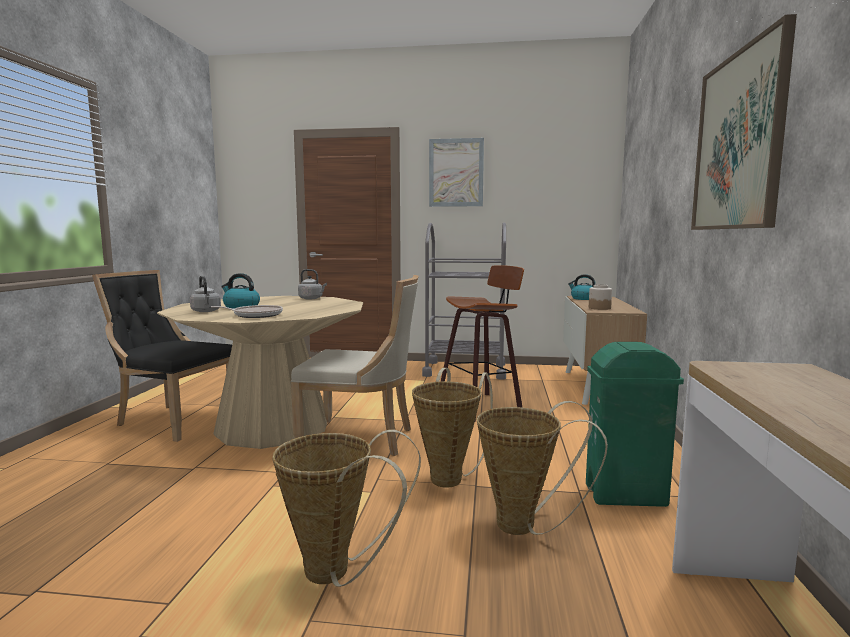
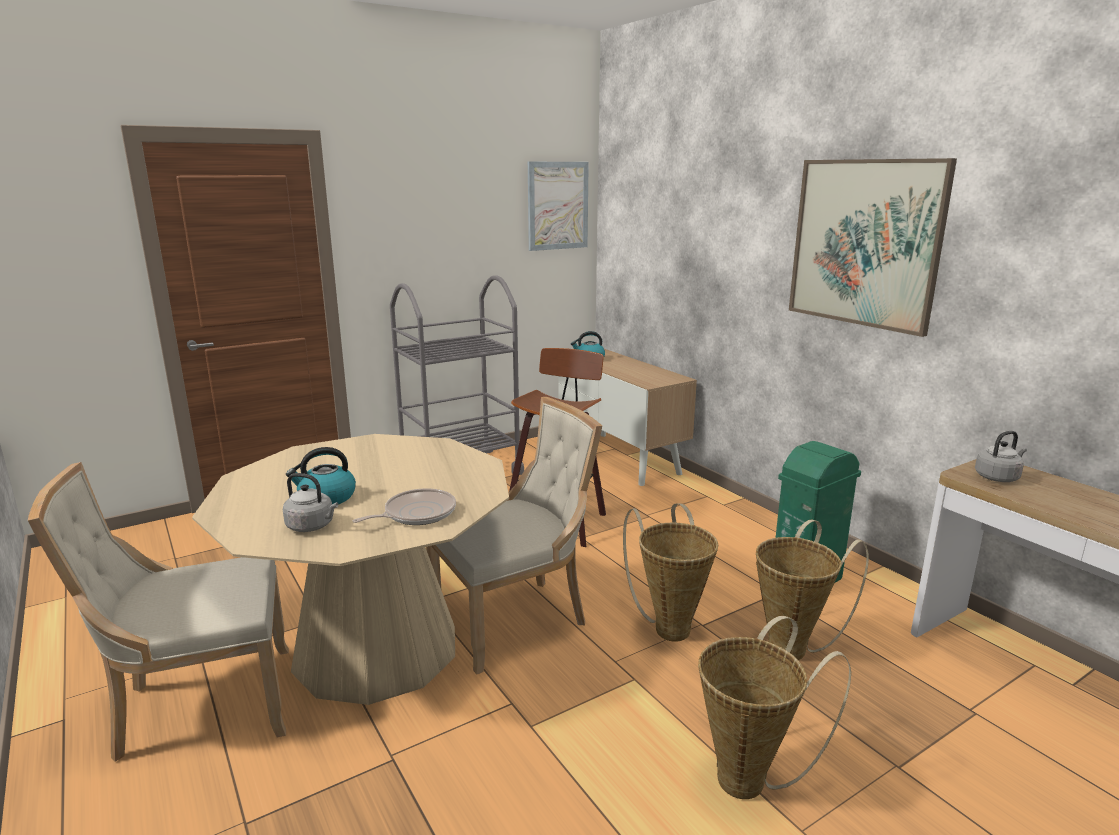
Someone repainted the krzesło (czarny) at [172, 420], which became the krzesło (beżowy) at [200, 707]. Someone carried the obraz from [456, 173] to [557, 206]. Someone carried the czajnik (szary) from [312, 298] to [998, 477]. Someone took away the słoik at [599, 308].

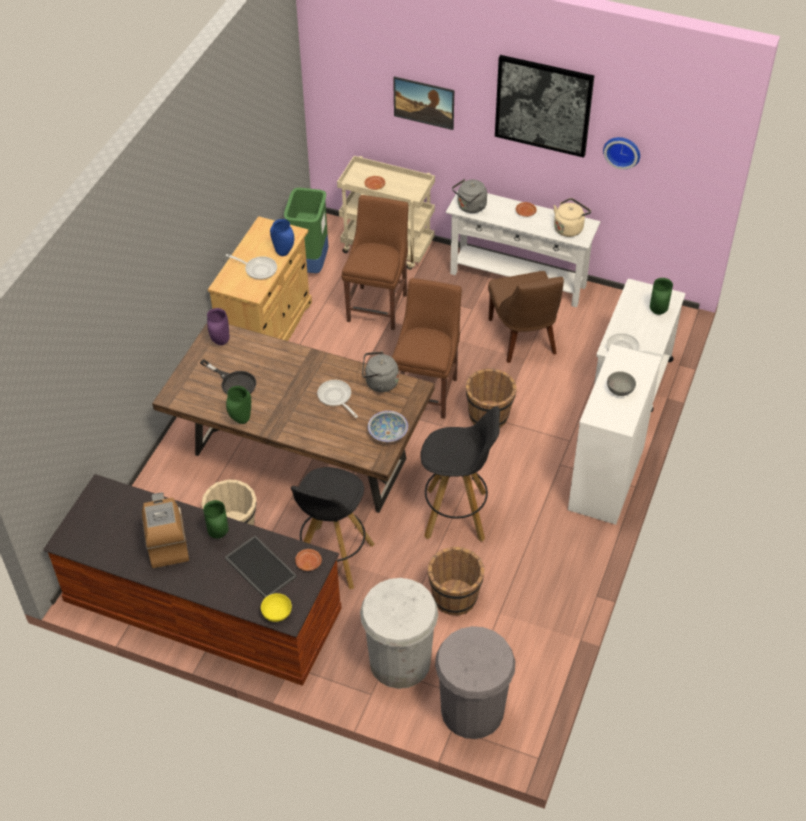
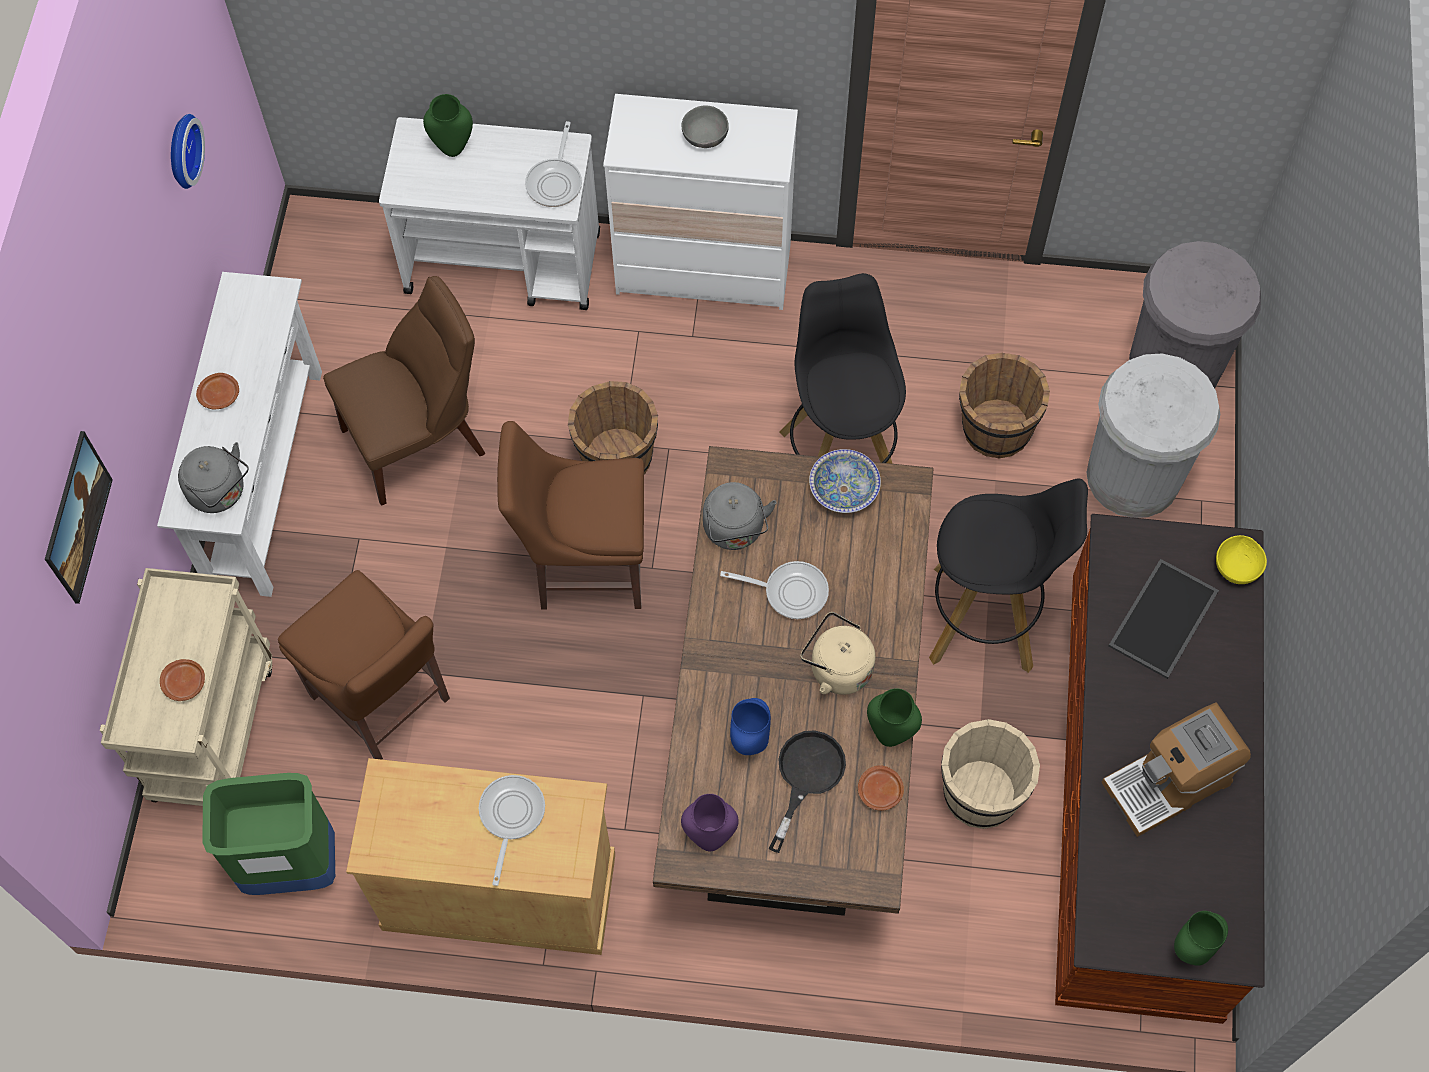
Someone rotated the krzesło (brązowy) at [378, 305] by 135 degrees counterclockwise. Someone rotated the patelnia at [336, 398] by 120 degrees counterclockwise. Someone carried the wazon (niebieski) from [283, 253] to [750, 743]. Someone carried the czajnik (beżowy) from [569, 228] to [837, 668]. Someone carried the talerz (brązowy) from [308, 562] to [880, 791]. Someone carried the wazon (zielony) from [219, 534] to [1189, 949]. Someone took away the obraz at [543, 105].

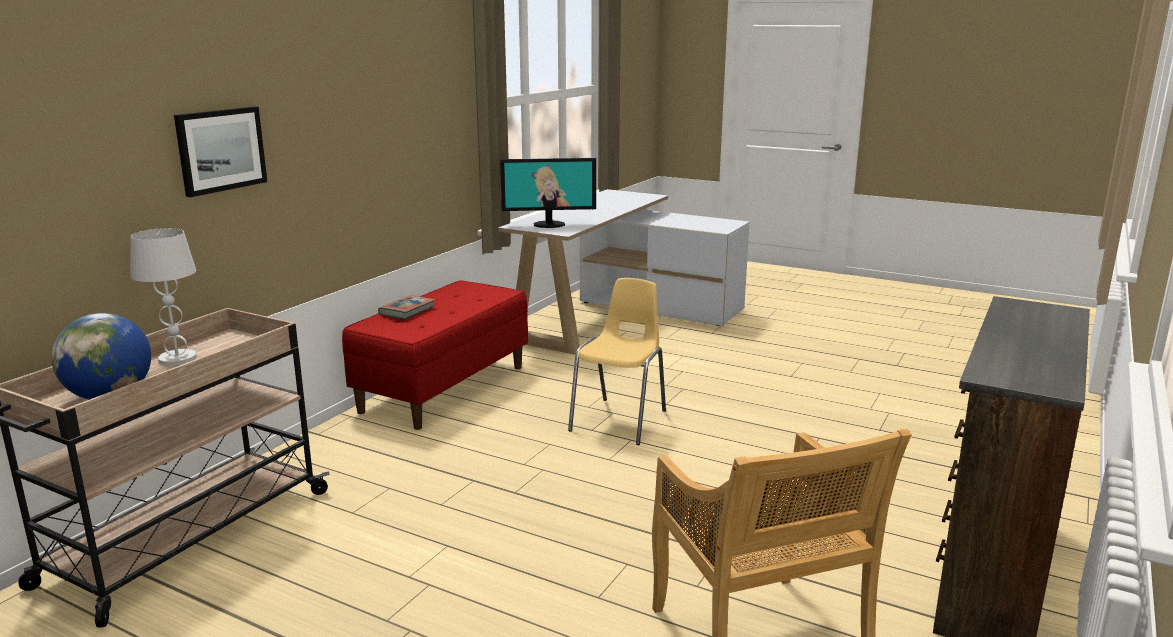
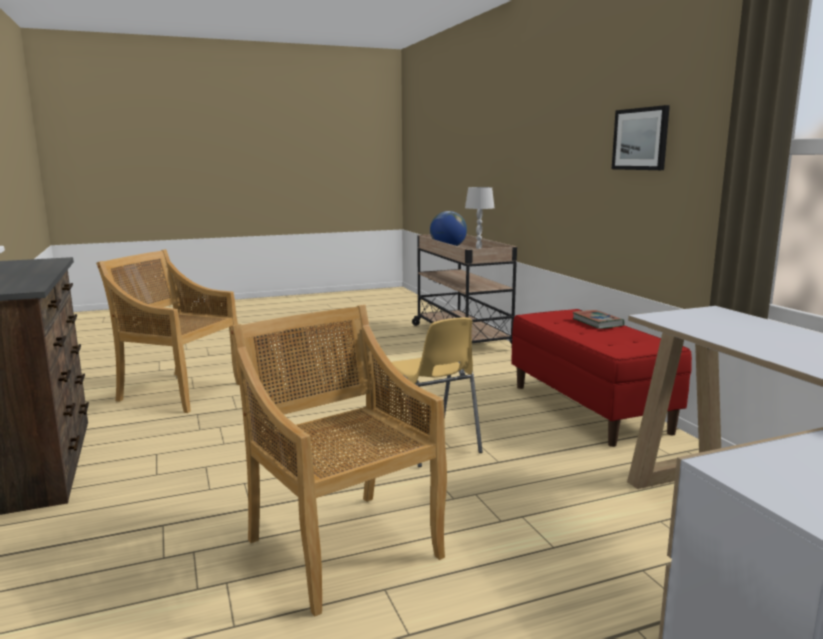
Someone put down the krzesło (beżowy) at [343, 546]. Someone carried the obraz from [221, 150] to [640, 139]. Someone took away the monitor at [549, 224].

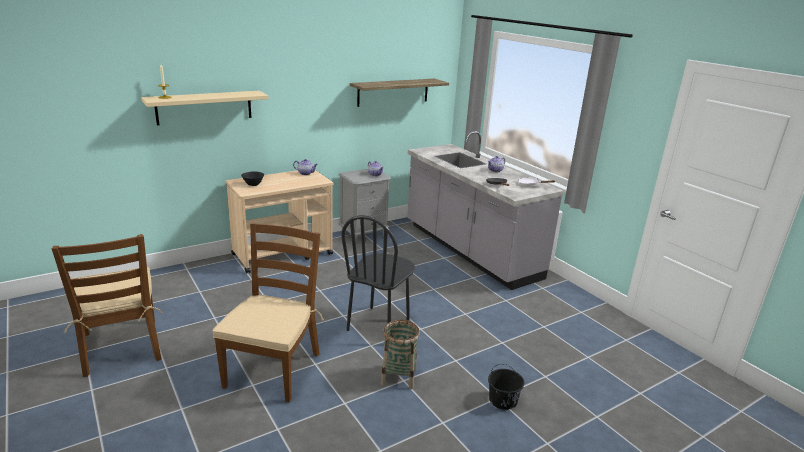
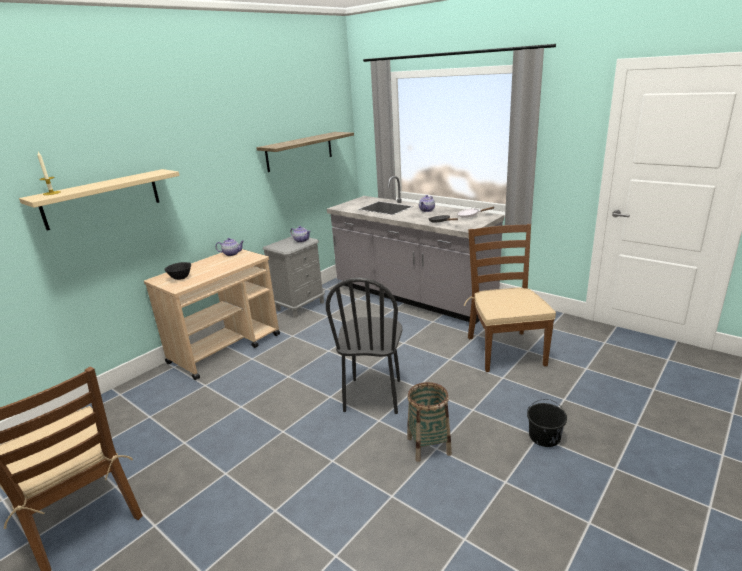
Someone carried the krzesło (brązowy) from [273, 369] to [505, 350].

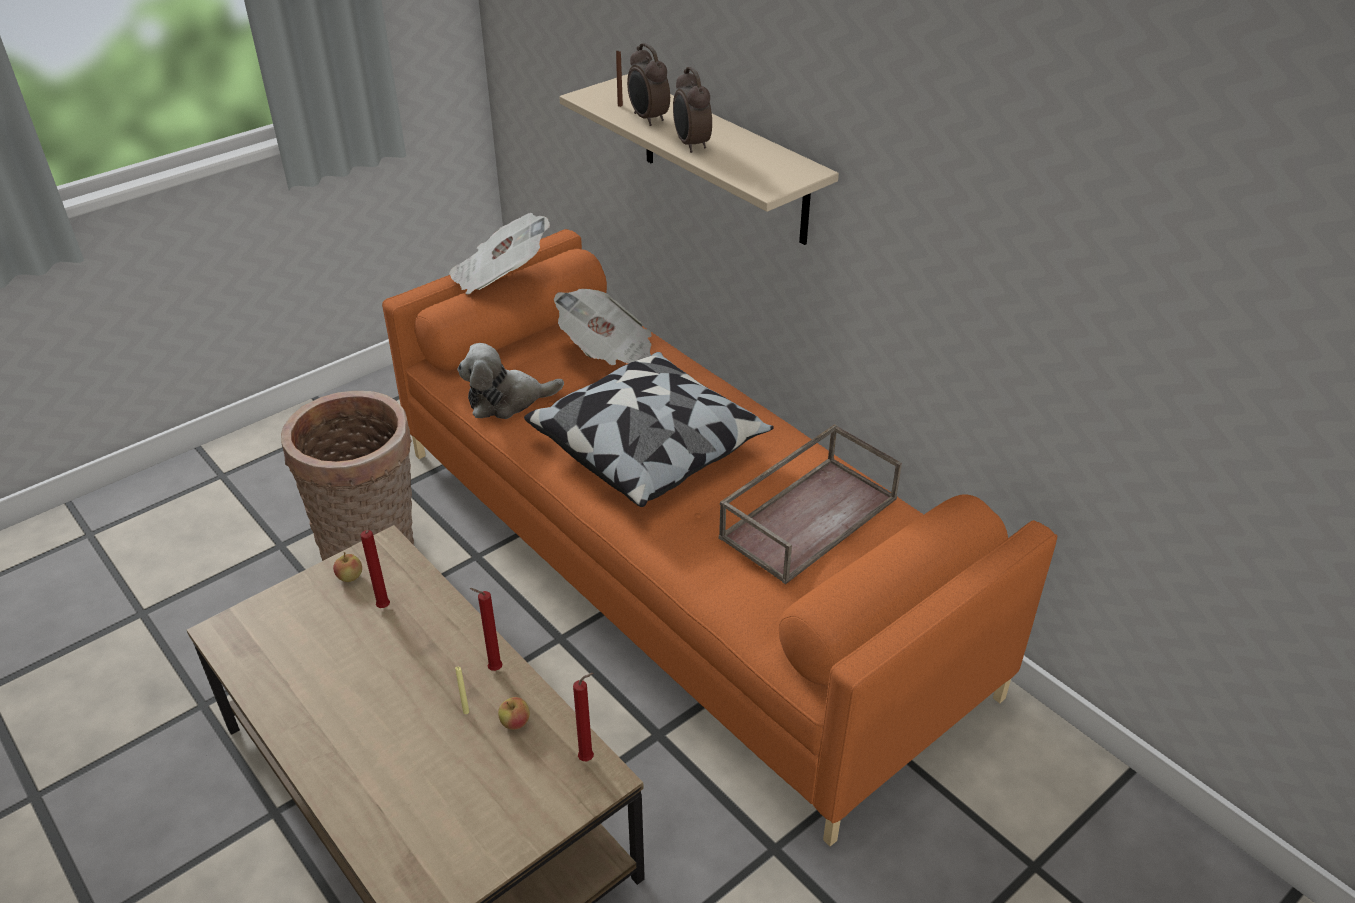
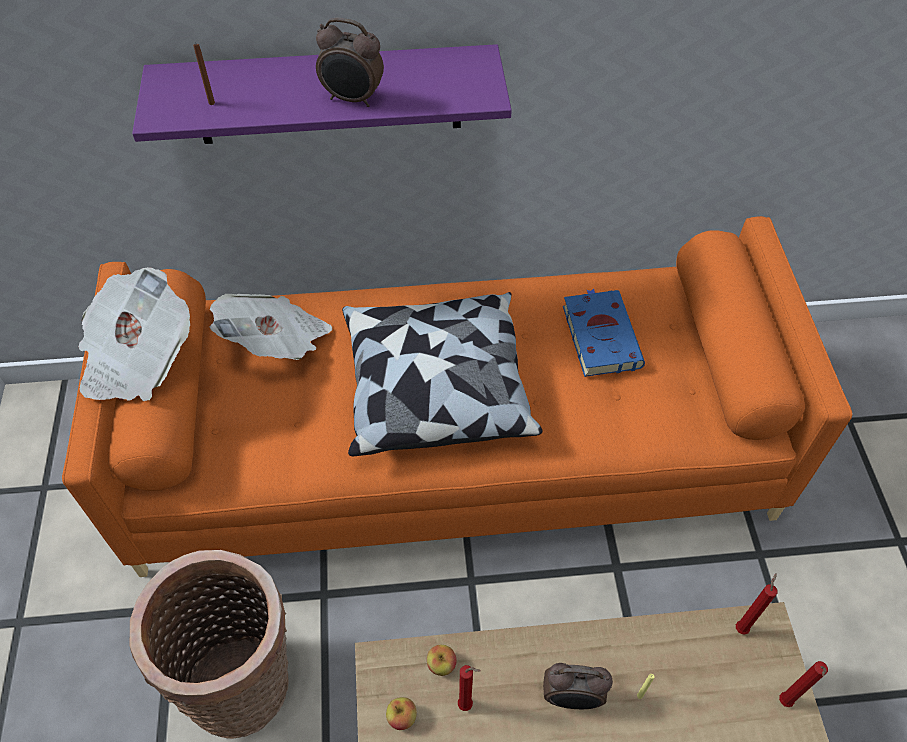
Someone repainted the półka (beżowy) at [724, 160], which became the półka (fioletowy) at [328, 95]. Someone carried the jabłko from [515, 723] to [441, 664]. Someone carried the budzik from [648, 119] to [571, 698]. Someone swapped the taca (brązowy) at [809, 516] for the książka (niebieski) at [600, 334]. Someone carried the świeca (czerwony) from [493, 669] to [784, 703]. Someone took away the pluszak at [507, 401].

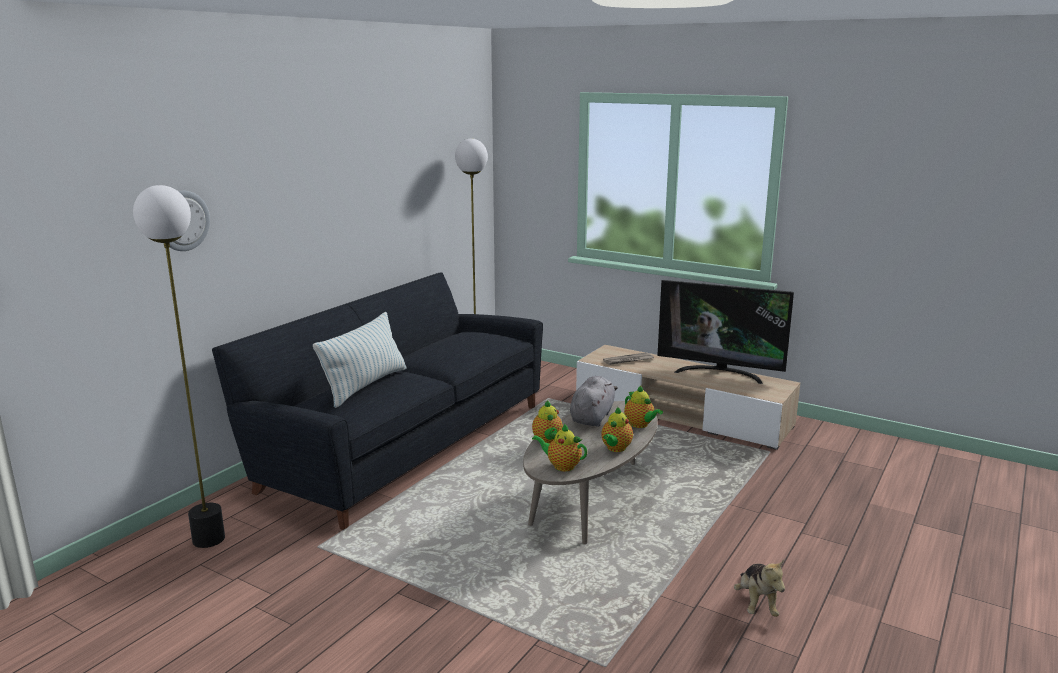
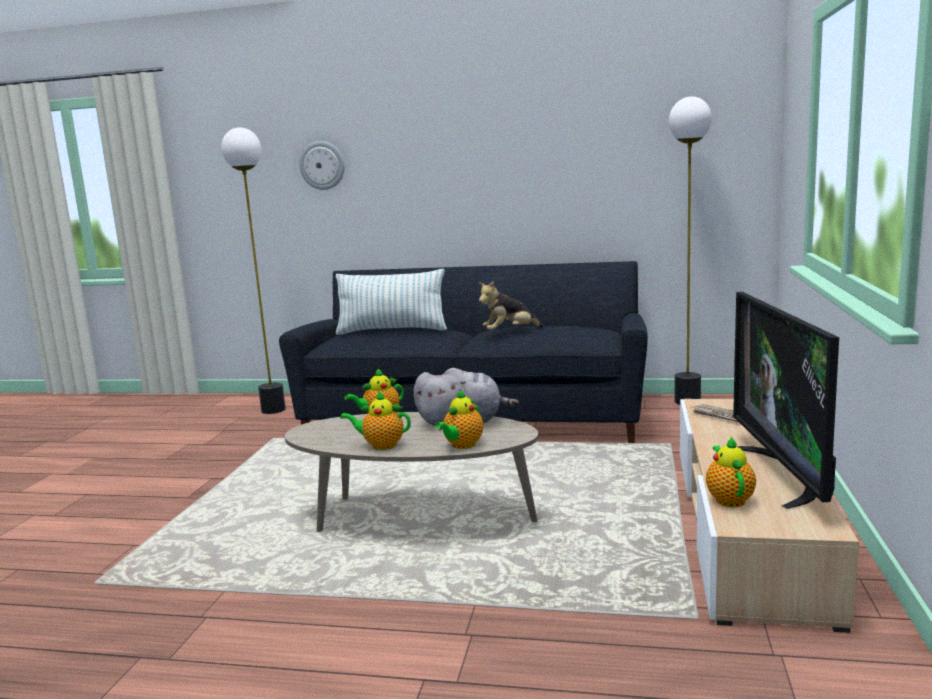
Someone carried the pluszak from [756, 604] to [509, 332]. Someone carried the imbryk from [561, 466] to [729, 499].

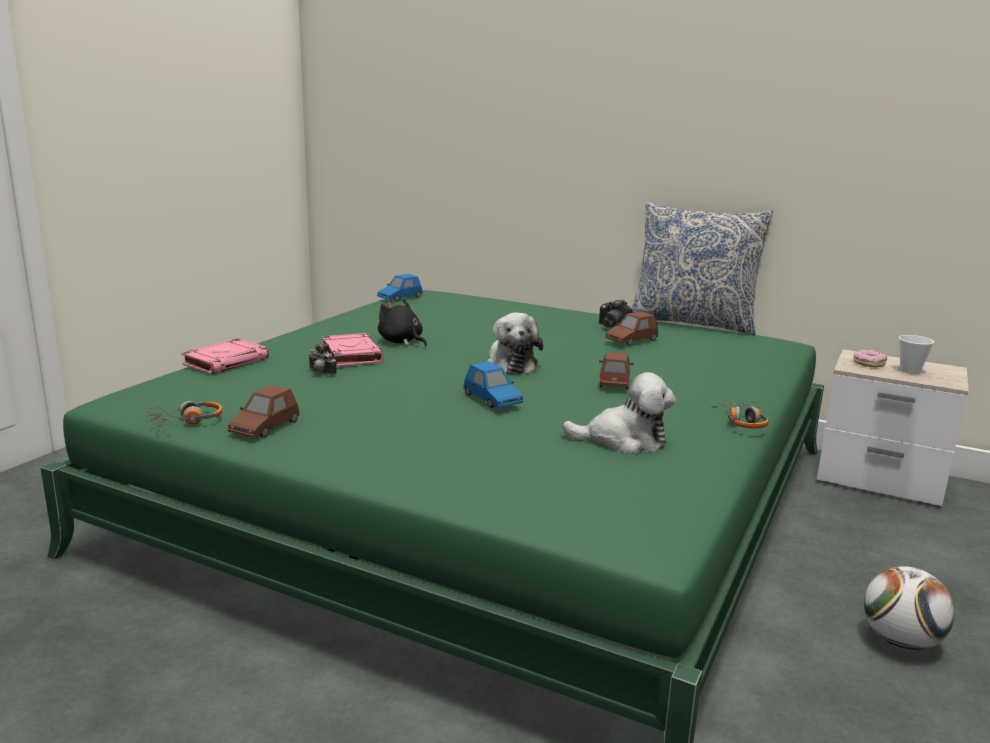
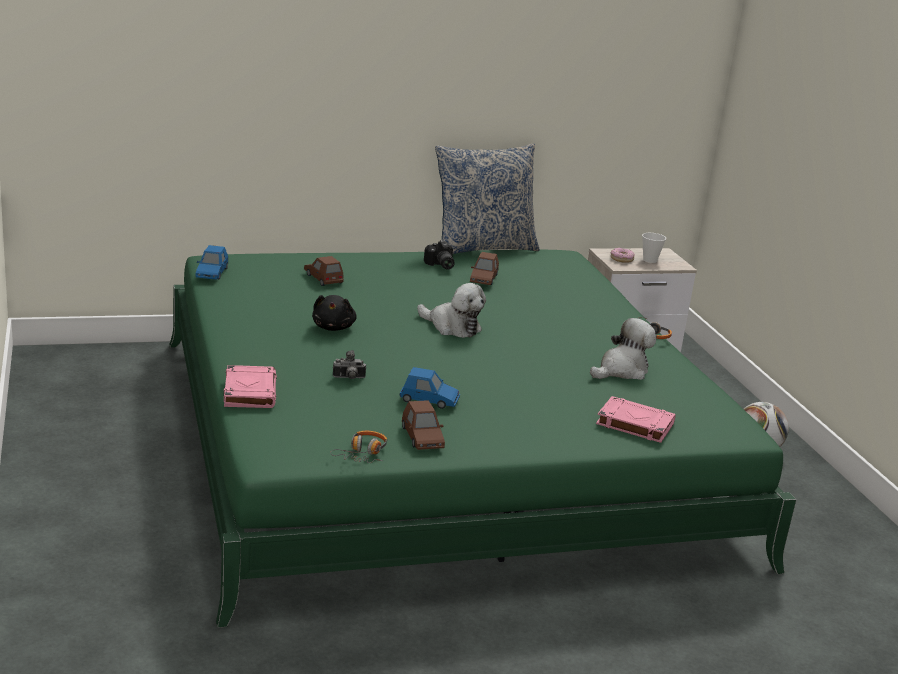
Someone carried the samochodzik (brązowy) from [614, 381] to [323, 278]. Someone rotated the pluszak (czarny) at [401, 342] by 90 degrees counterclockwise. Someone carried the samochodzik (niebieski) from [492, 399] to [429, 400]. Someone carried the książka (różowy) from [351, 355] to [634, 424].

